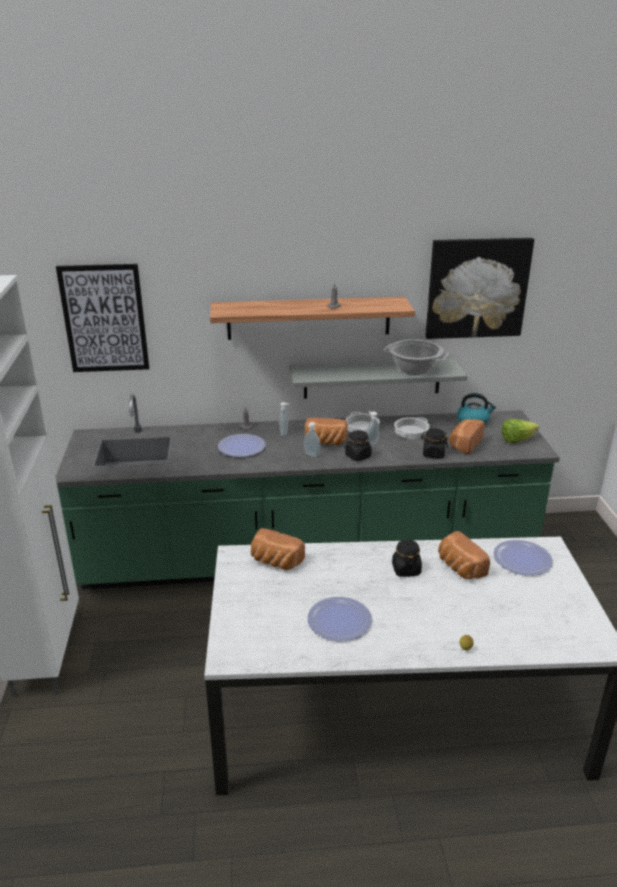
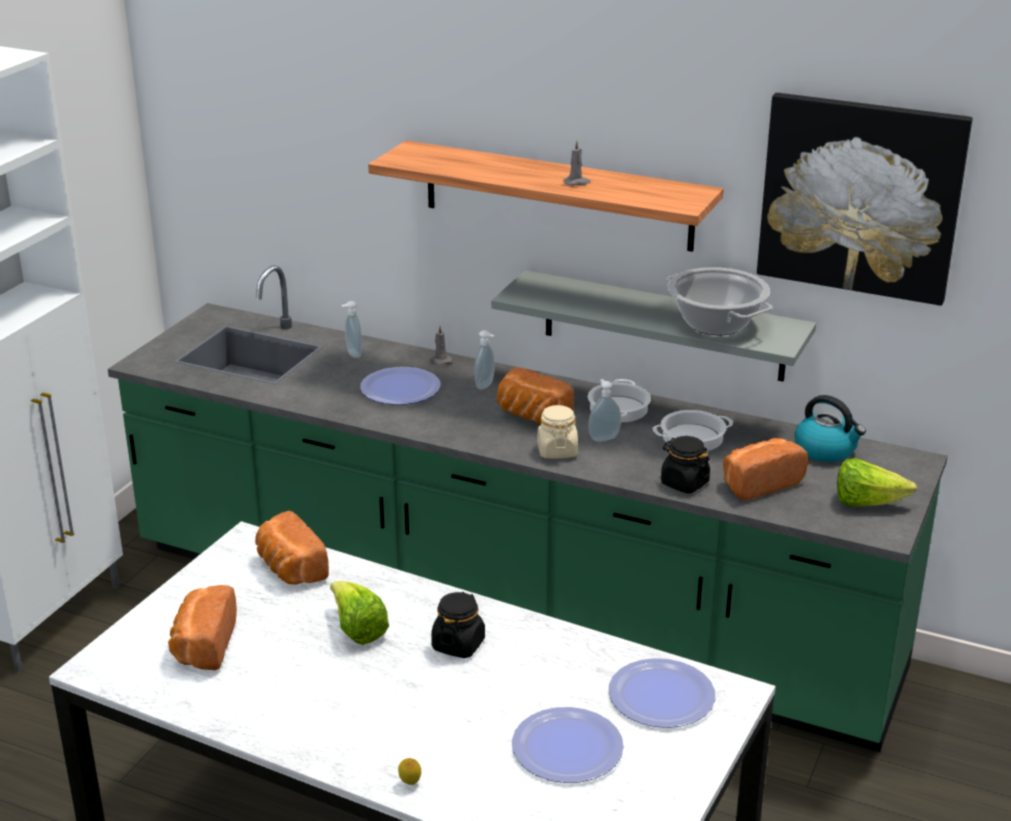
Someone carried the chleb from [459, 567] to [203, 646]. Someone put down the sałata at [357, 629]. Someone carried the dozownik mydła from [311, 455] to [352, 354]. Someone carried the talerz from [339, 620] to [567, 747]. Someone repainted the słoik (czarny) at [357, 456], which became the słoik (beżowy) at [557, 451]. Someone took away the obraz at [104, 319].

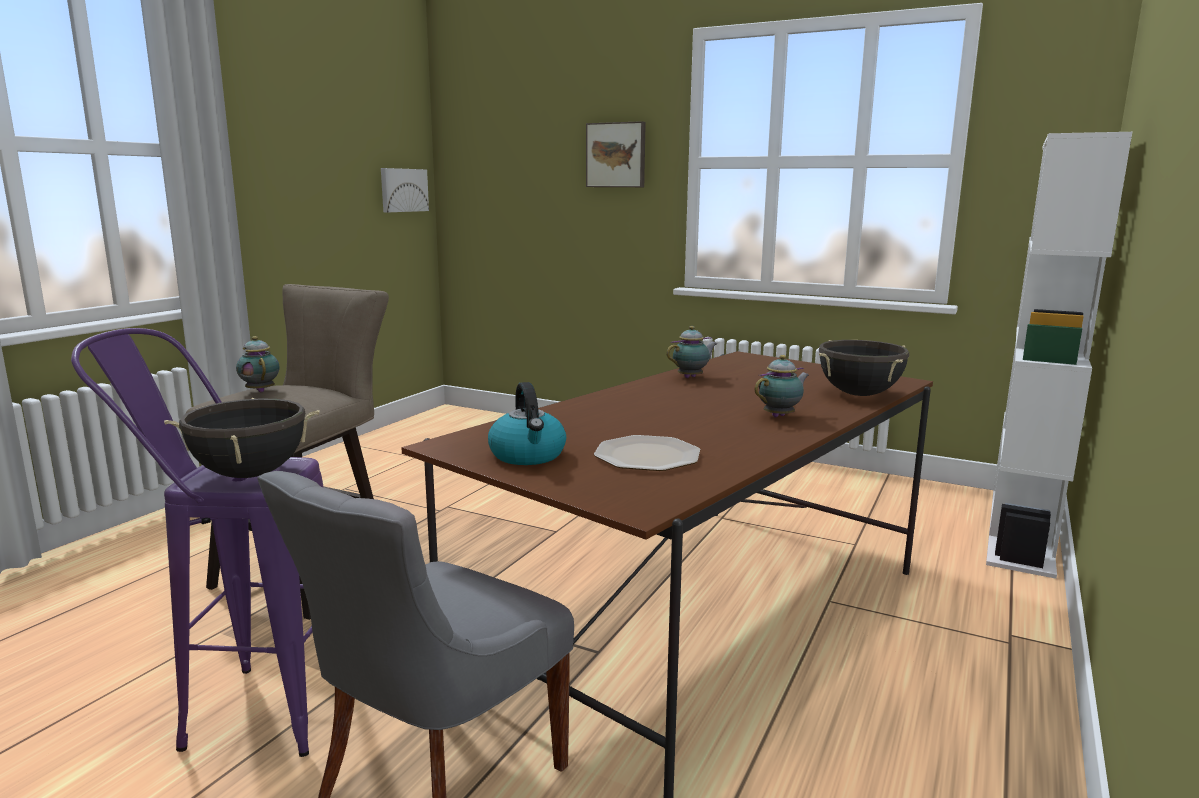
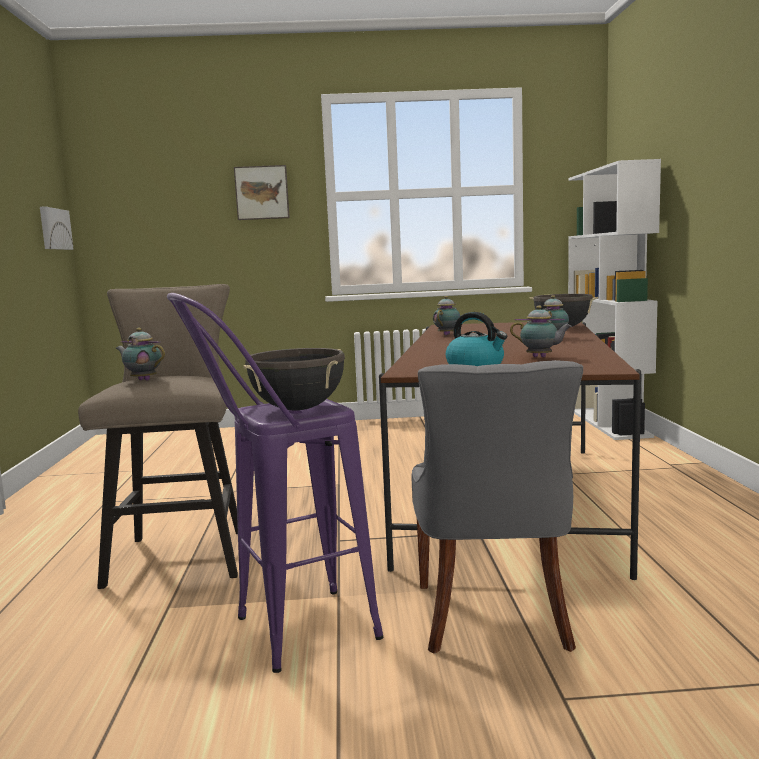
Someone swapped the talerz at [646, 456] for the imbryk at [541, 357].

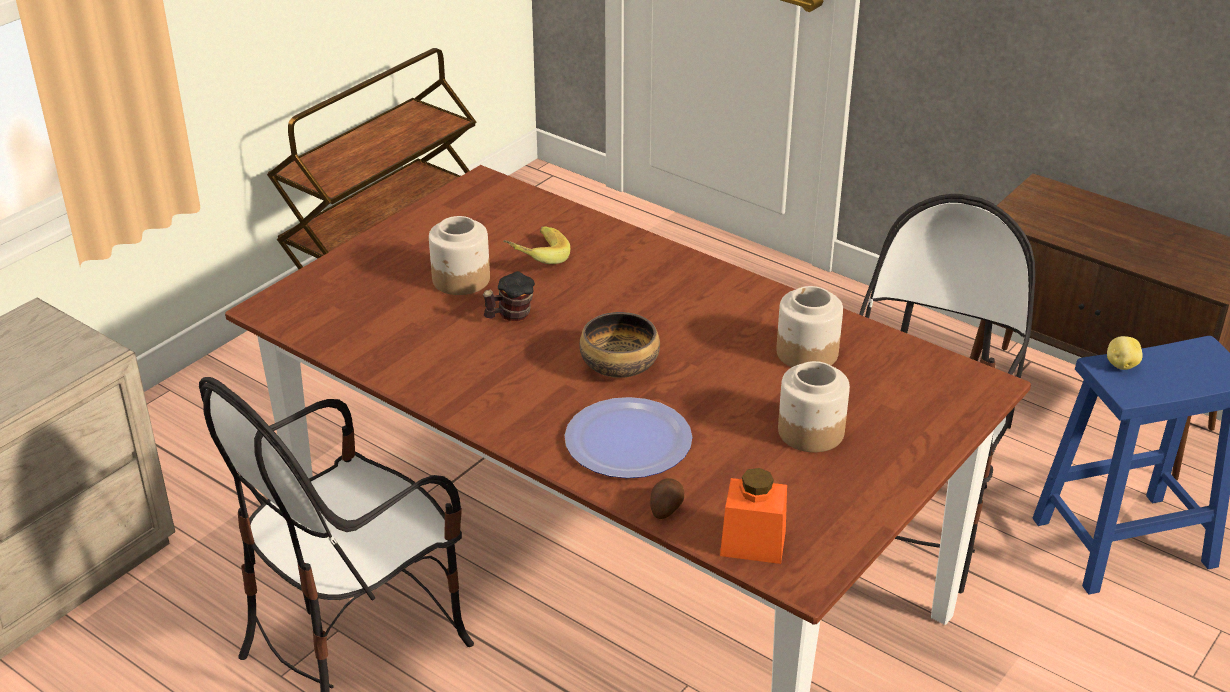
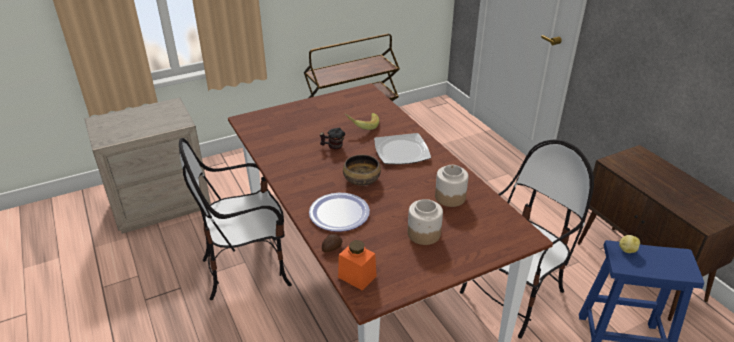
Someone put down the talerz at [401, 151]. Someone took away the słoik at [461, 280].

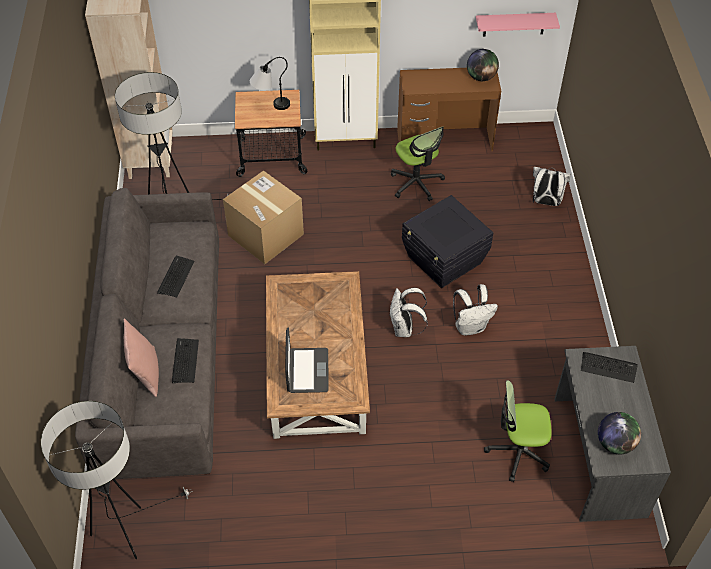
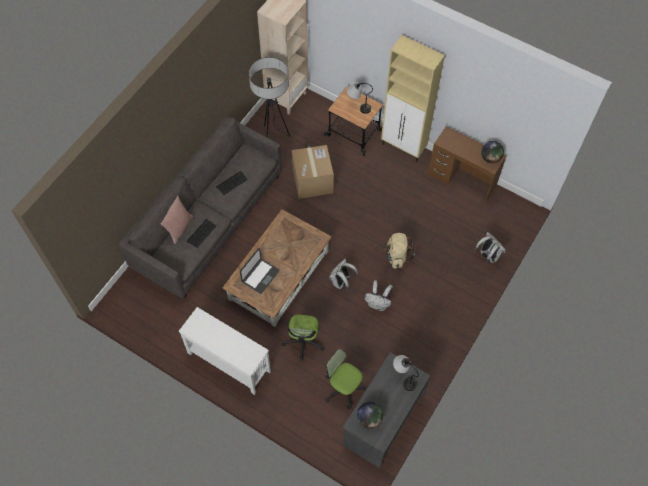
Someone put down the stolik konsolowy (biały) at [228, 361]. Someone carried the krzesło biurowe from [416, 183] to [303, 342]. Someone swapped the pojemnik do przechowywania (czarny) at [444, 260] for the plecak (beżowy) at [397, 256]. Someone swapped the klawiatura at [608, 367] for the lampa stołowa at [404, 377]. Someone took away the lampa stojąca at [126, 533]. Someone took away the półka (różowy) at [514, 24].

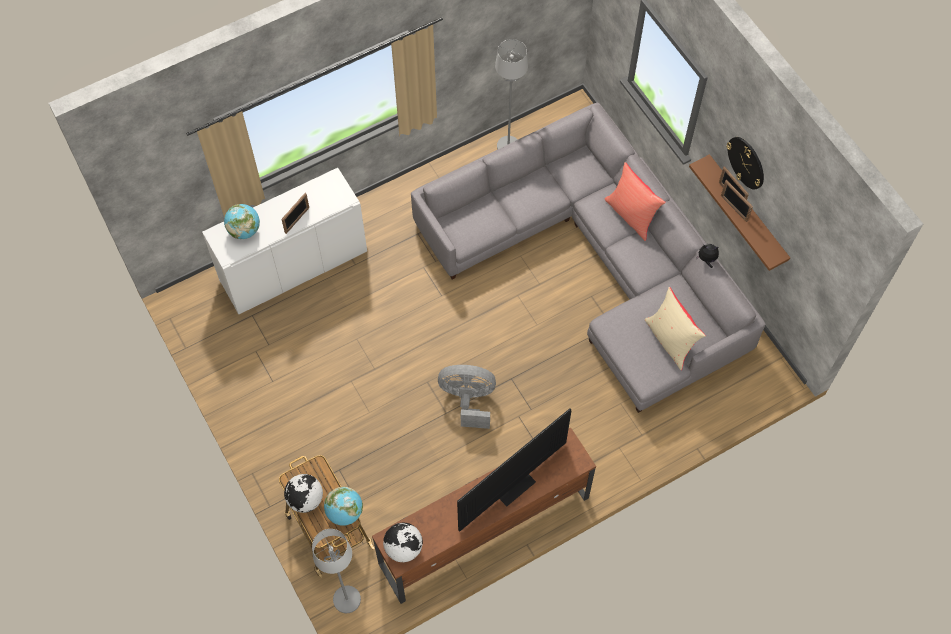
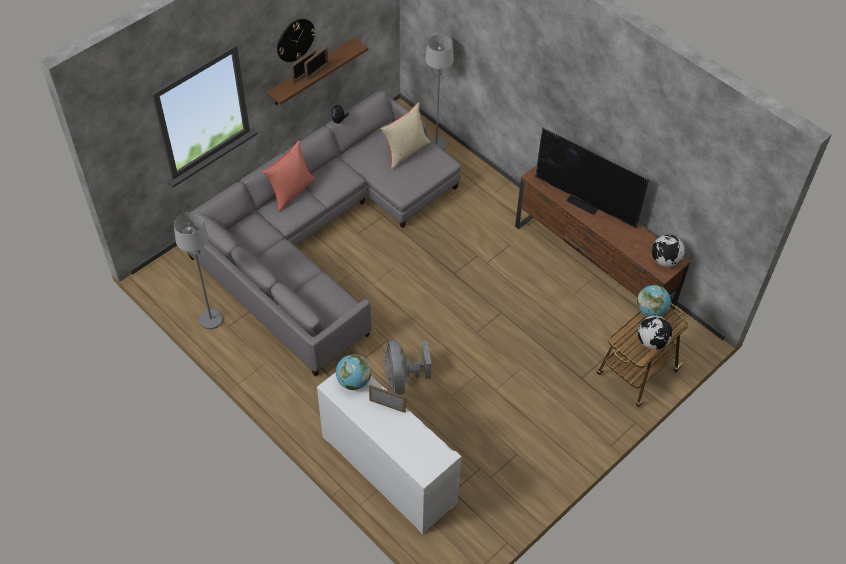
Someone carried the globus from [244, 230] to [353, 381]. Someone carried the wentylator (szary) from [468, 400] to [402, 379]. Someone carried the lampa stojąca (szary) from [346, 599] to [436, 145].

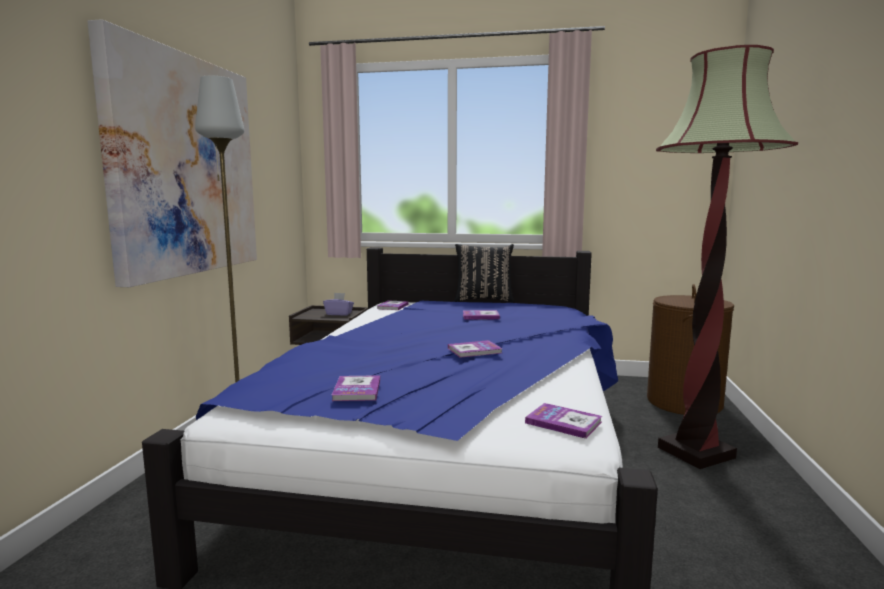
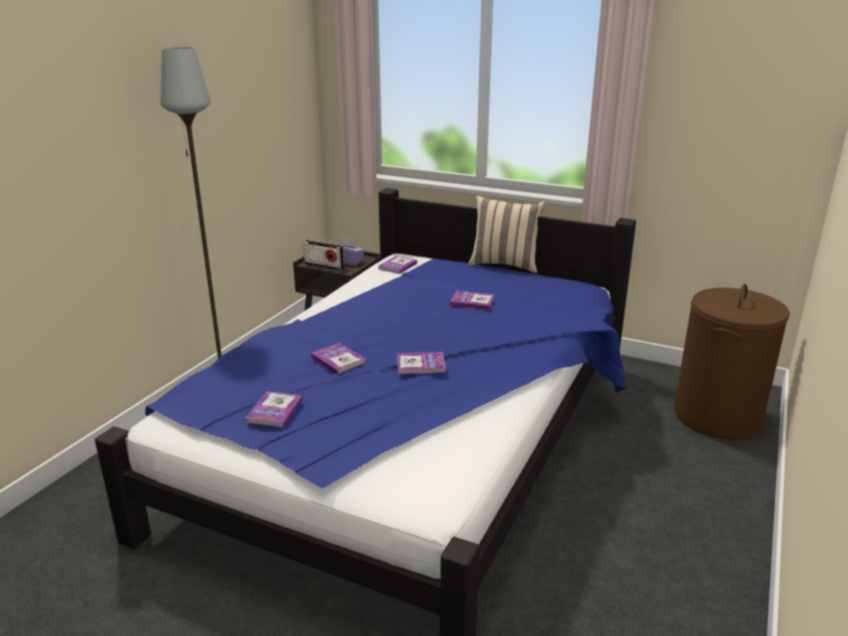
Someone put down the radio at [324, 266]. Someone carried the książka from [563, 422] to [338, 360]. Someone repainted the poduszka (czarny) at [483, 300], which became the poduszka (beżowy) at [504, 264]. Someone took away the obraz at [184, 166]. Someone took away the lampa stojąca at [696, 452].

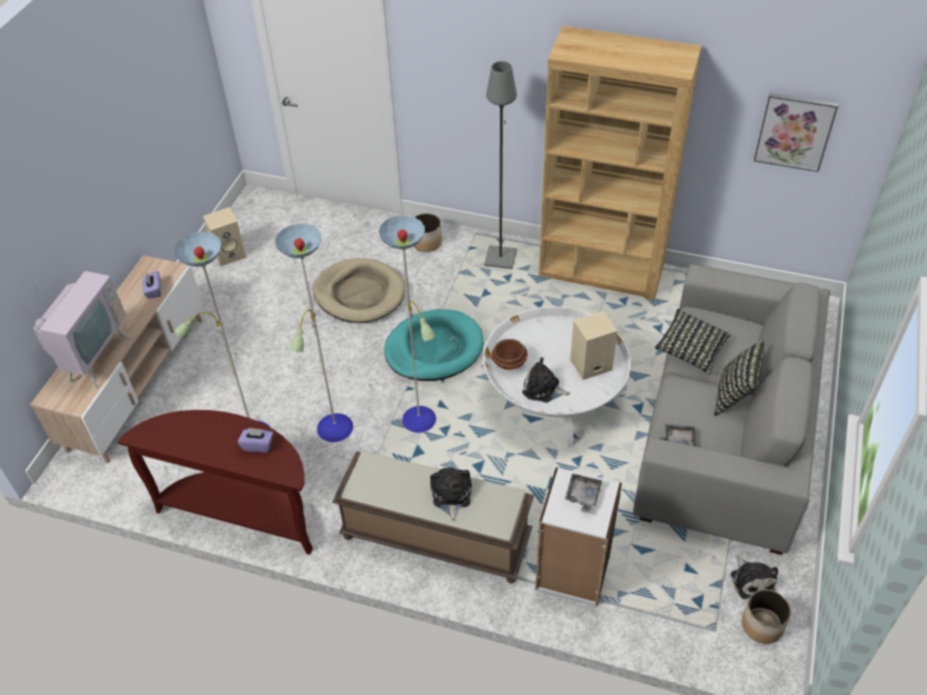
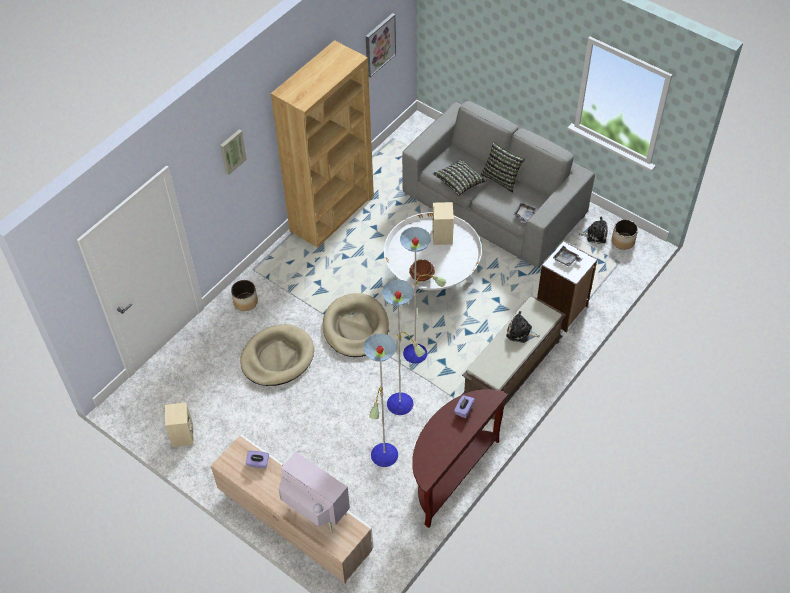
Someone put up the obraz at [232, 151]. Someone repainted the legowisko (turkusowy) at [434, 349], which became the legowisko (beżowy) at [355, 327]. Someone took away the lampa stojąca (szary) at [501, 258]. Someone took away the pluszak at [543, 389].

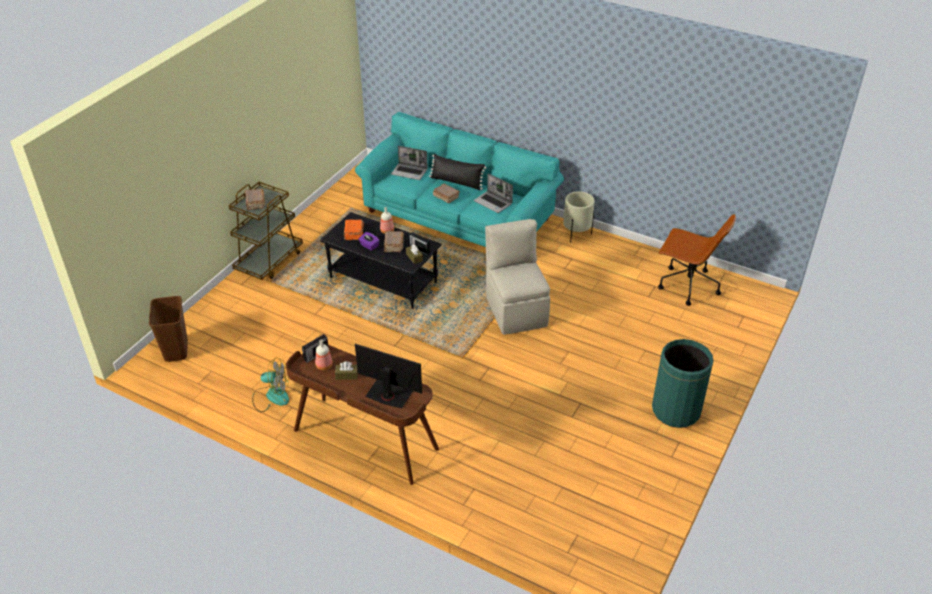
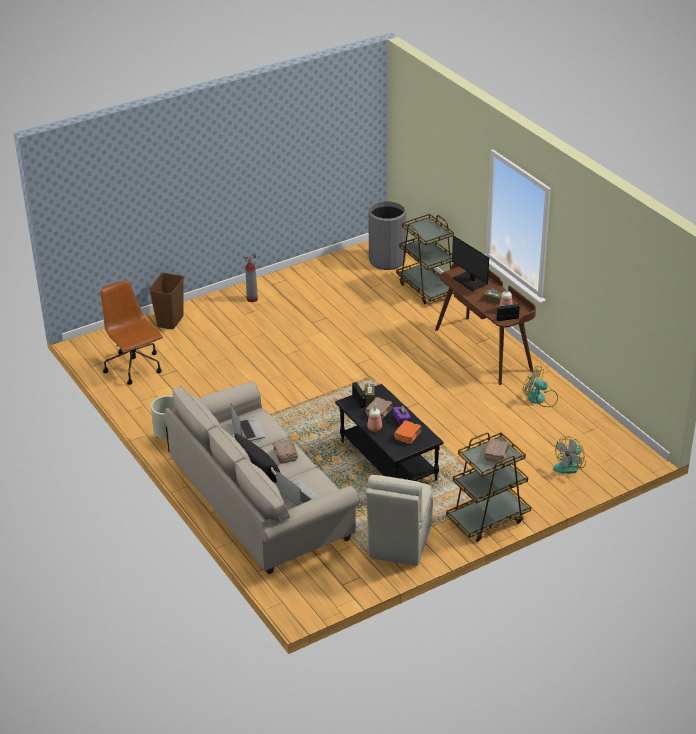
Someone carried the kosz na śmieci (brązowy) from [175, 350] to [170, 322]. Someone repainted the kanapa (turkusowy) at [458, 216], which became the kanapa (beżowy) at [261, 502]. Someone swapped the kosz na śmieci (zielony) at [676, 410] for the gaśnica at [252, 299]. Someone carried the krzesło (beżowy) from [516, 310] to [399, 542]. Someone put down the kosz na śmieci (szary) at [387, 260]. Someone put down the wózek (brązowy) at [426, 288]. Someone put down the wentylator at [570, 465].

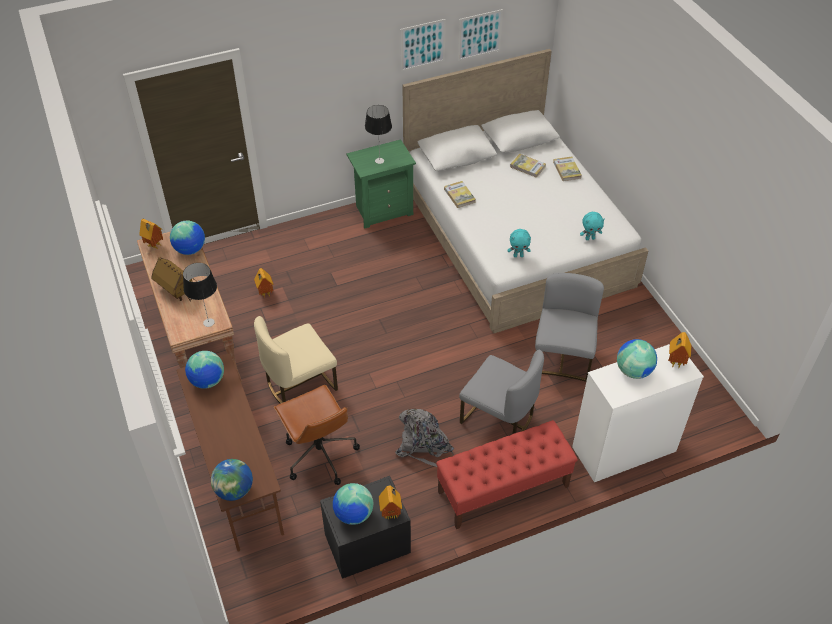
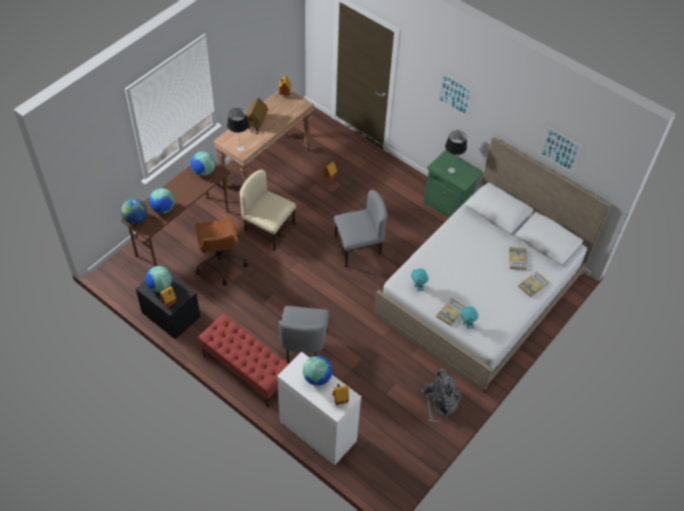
Someone carried the globus from [190, 250] to [163, 209]. Someone rotated the krzesło biurowe (brązowy) at [319, 455] by 45 degrees counterclockwise. Someone carried the krzesło (szary) from [563, 356] to [358, 248]. Someone carried the plecak (szary) from [425, 447] to [440, 401]. Someone carried the książka from [459, 195] to [450, 312]. Someone carried the obraz from [422, 45] to [454, 94].

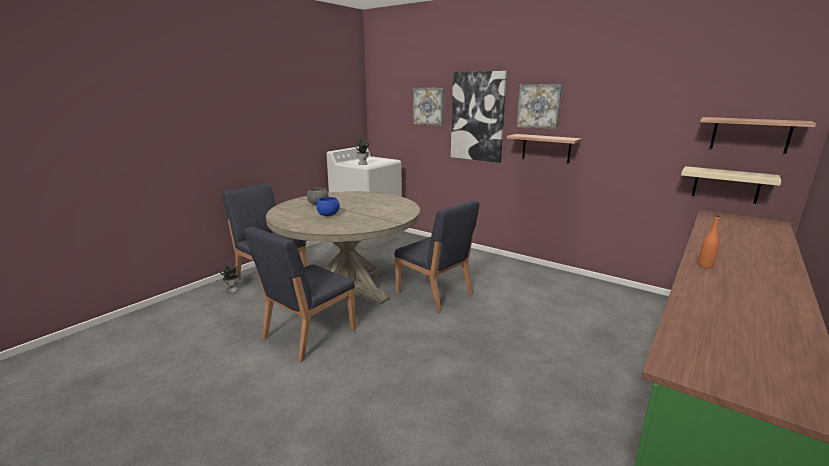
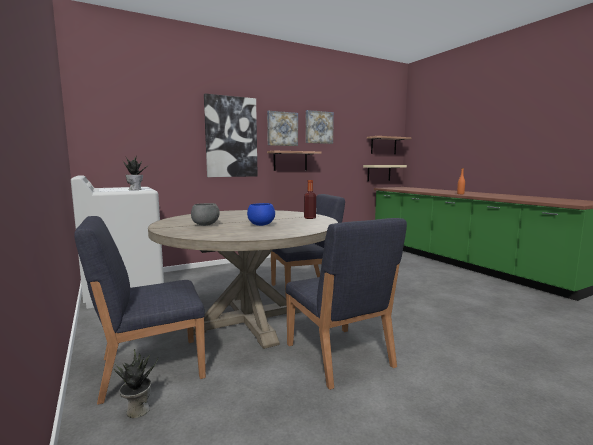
Someone put down the butelka at [309, 218]. Someone carried the obraz from [429, 106] to [319, 127].

